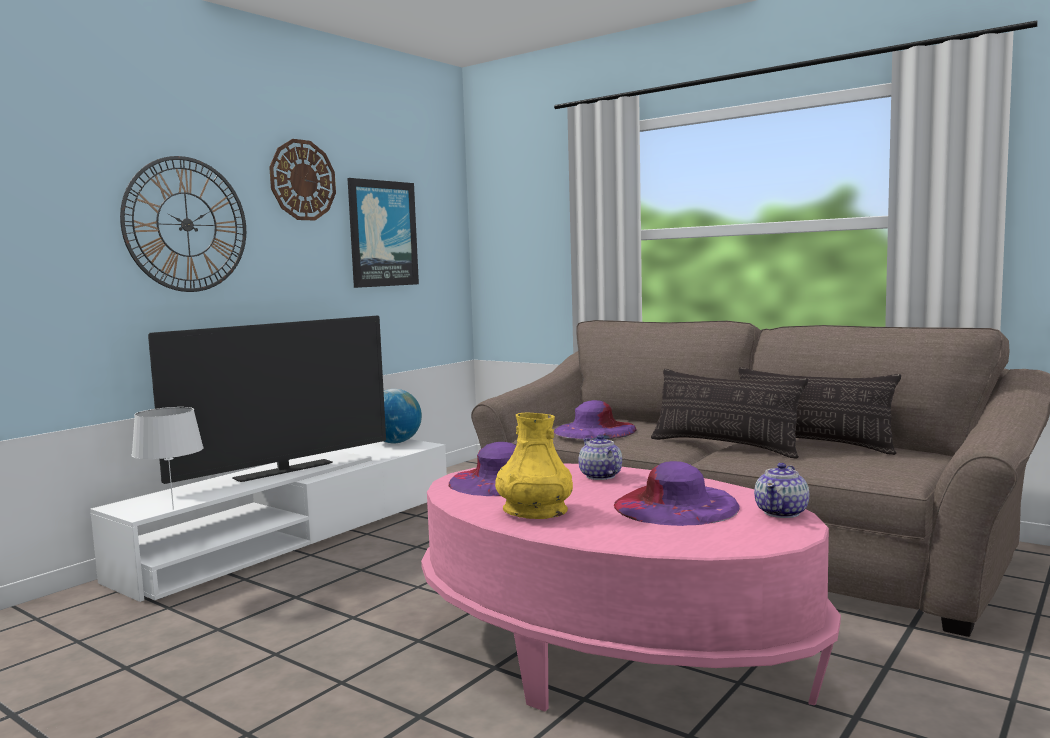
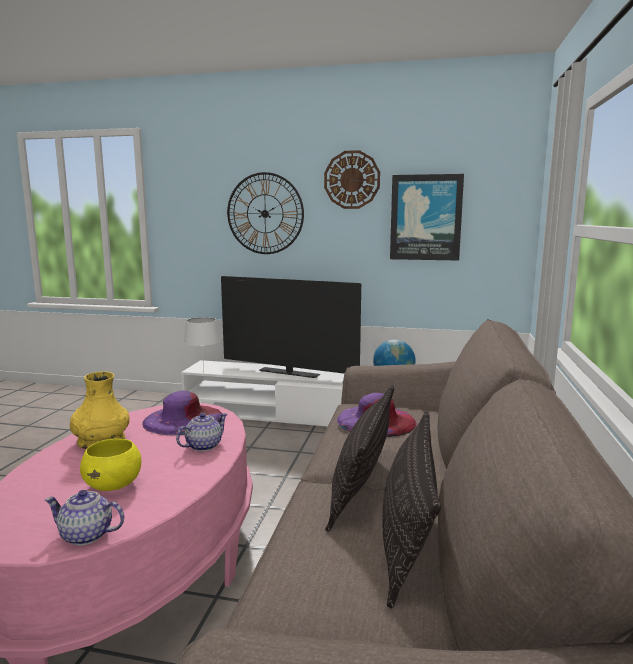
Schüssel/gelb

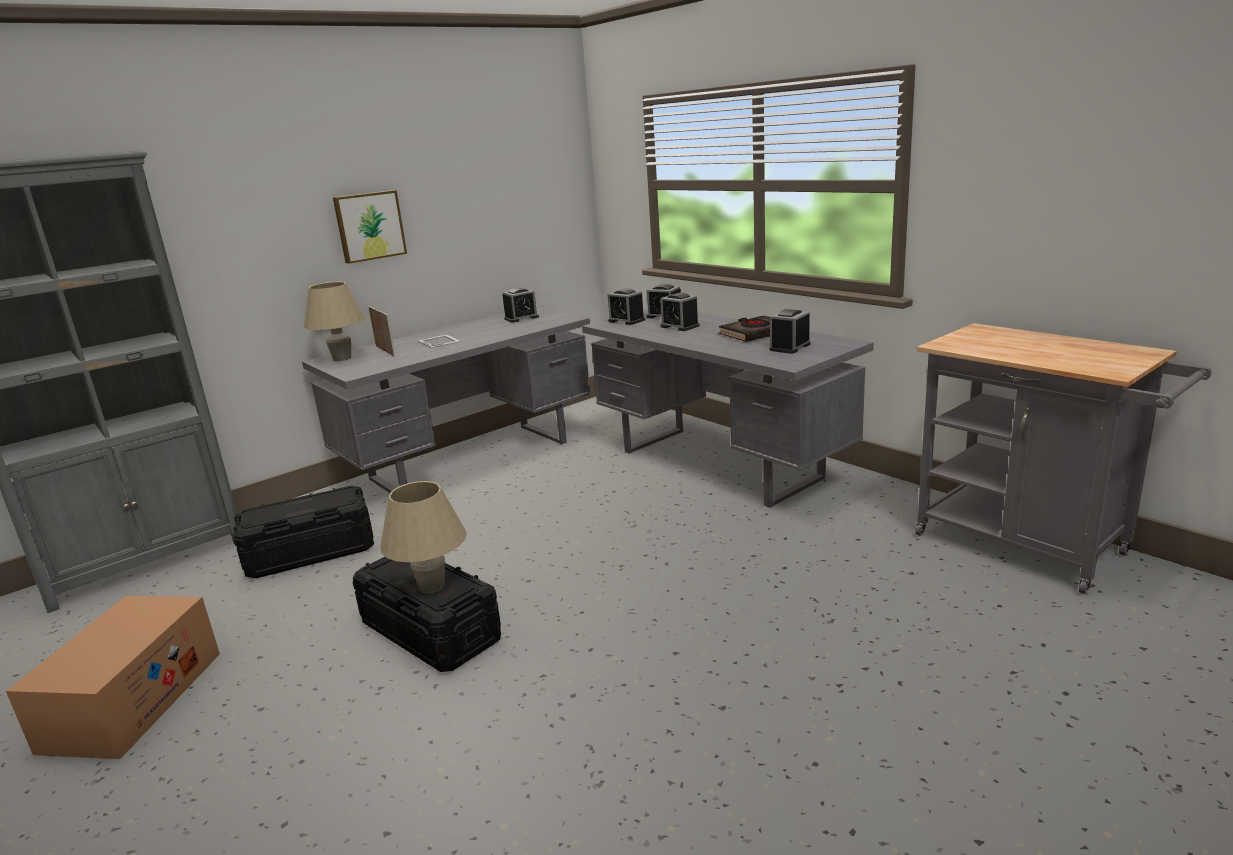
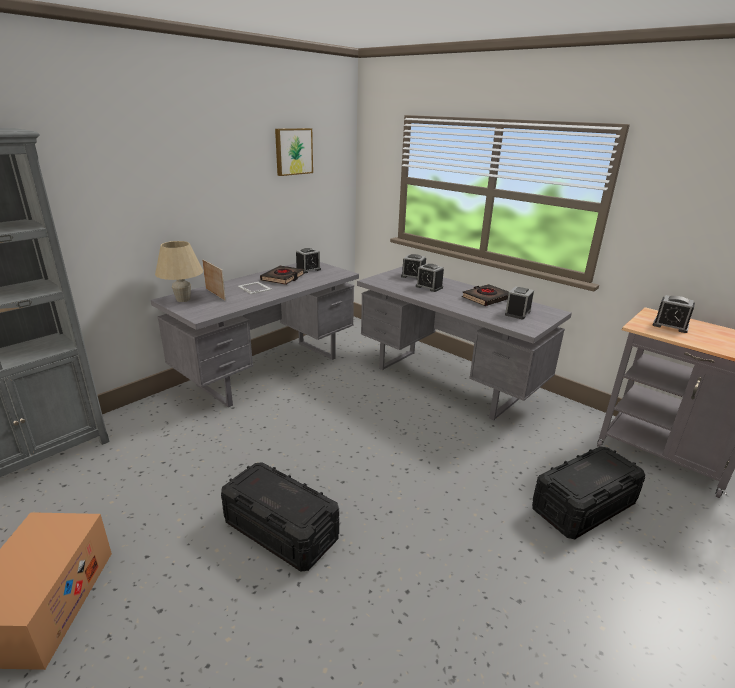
Aufbewahrungsbox/schwarz (2nd from left); Bild; Tischlampe/beige (2nd from left in the first image); Wecker (5th from left); Buch/schwarz (1st from left)

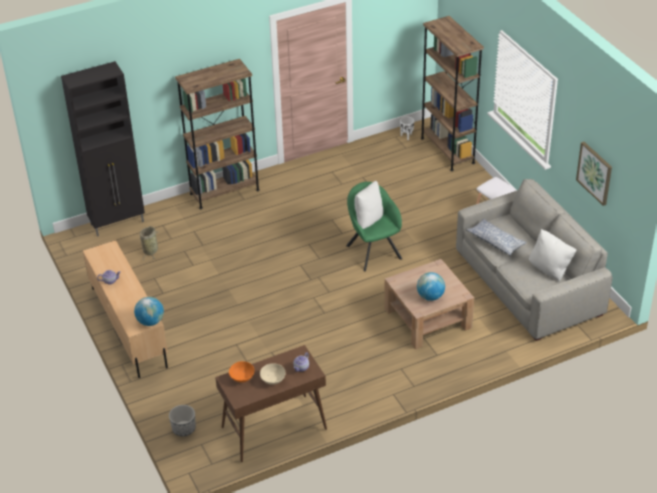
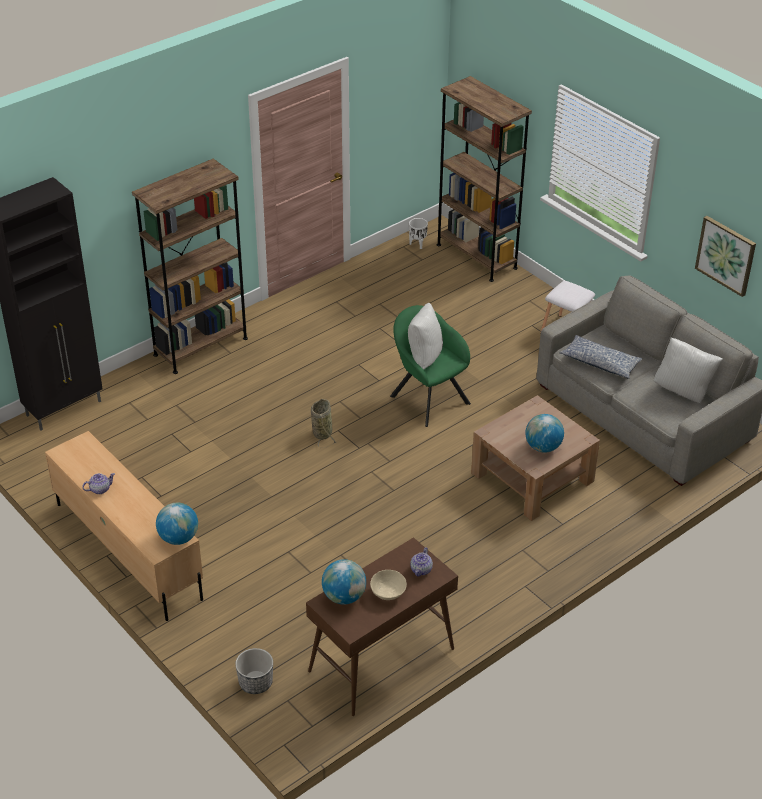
Korb; Globus (2nd from left)

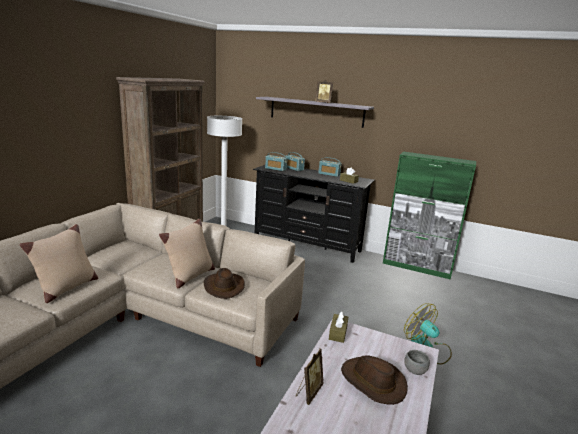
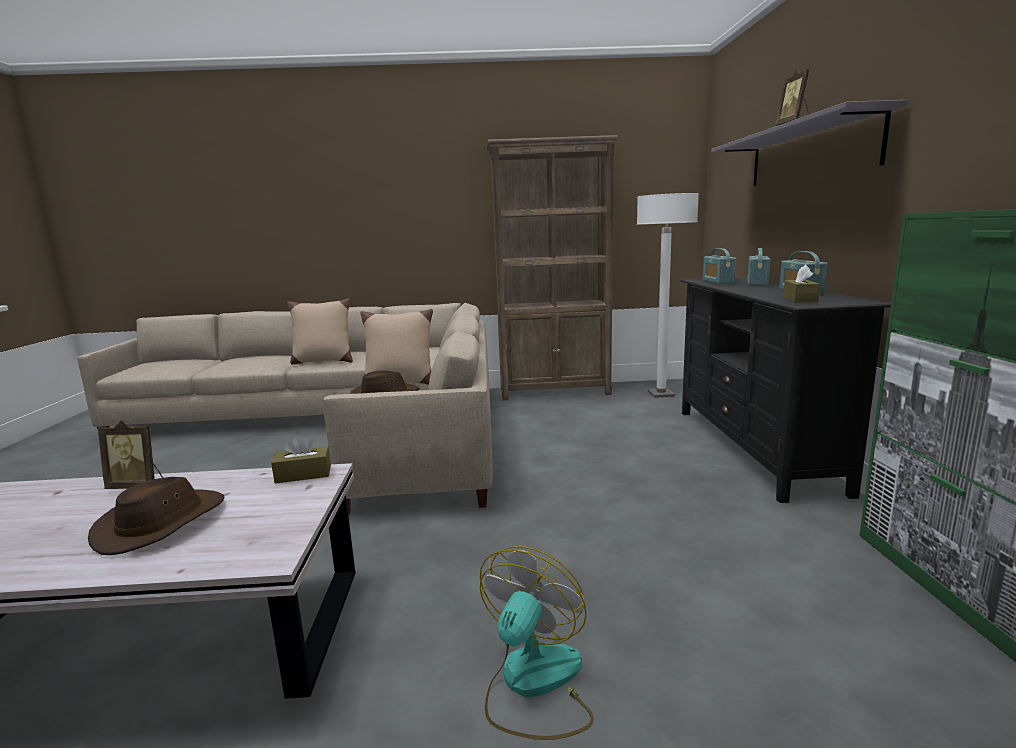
Schüssel/grau

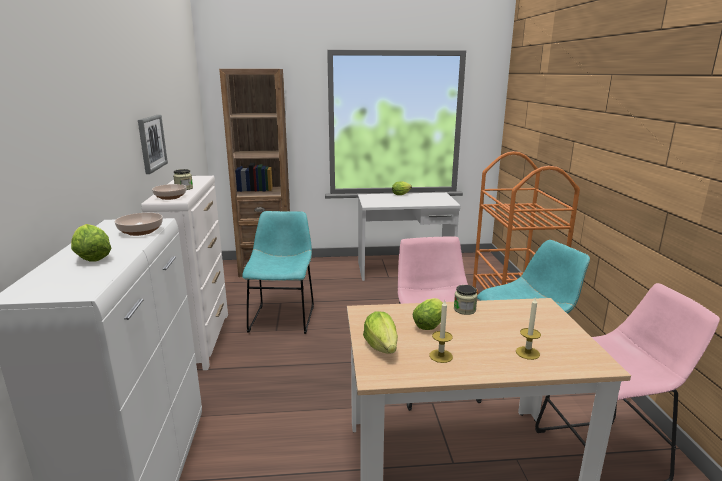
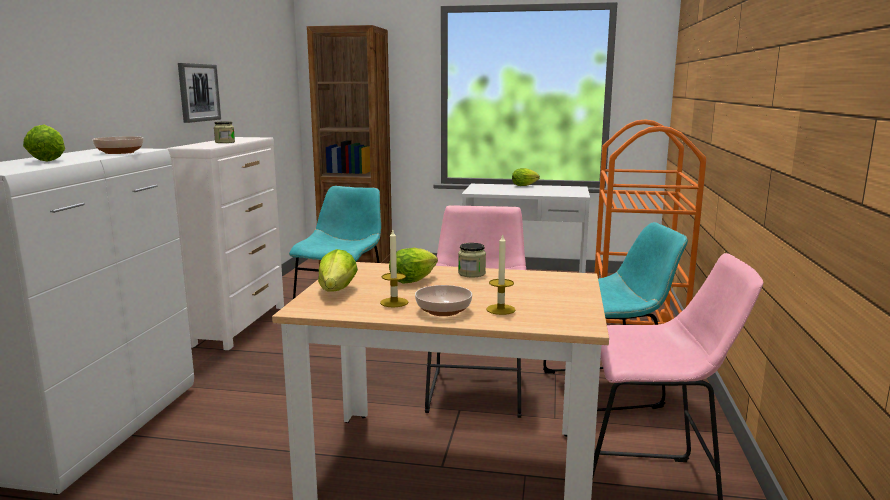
Schüssel (2nd from left)

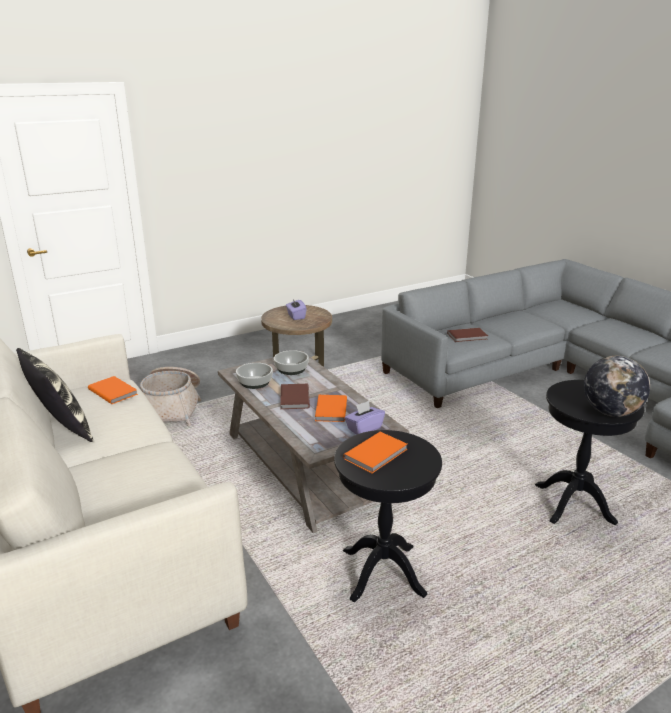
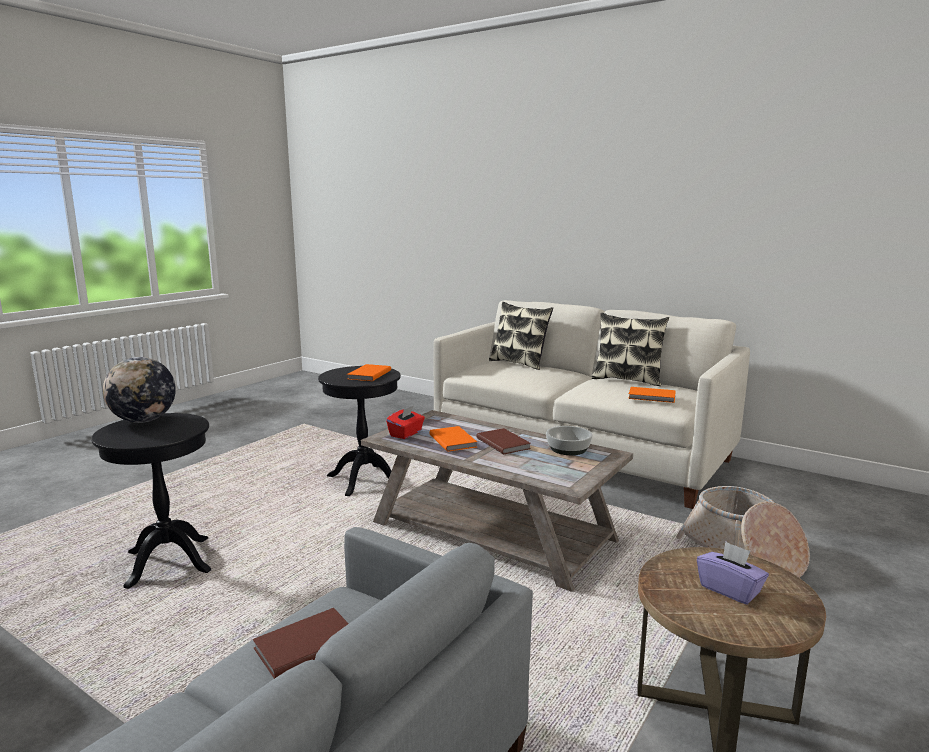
Schüssel (2nd from left in the first image); Taschentuchbox/rot; Kissen (1st from left)

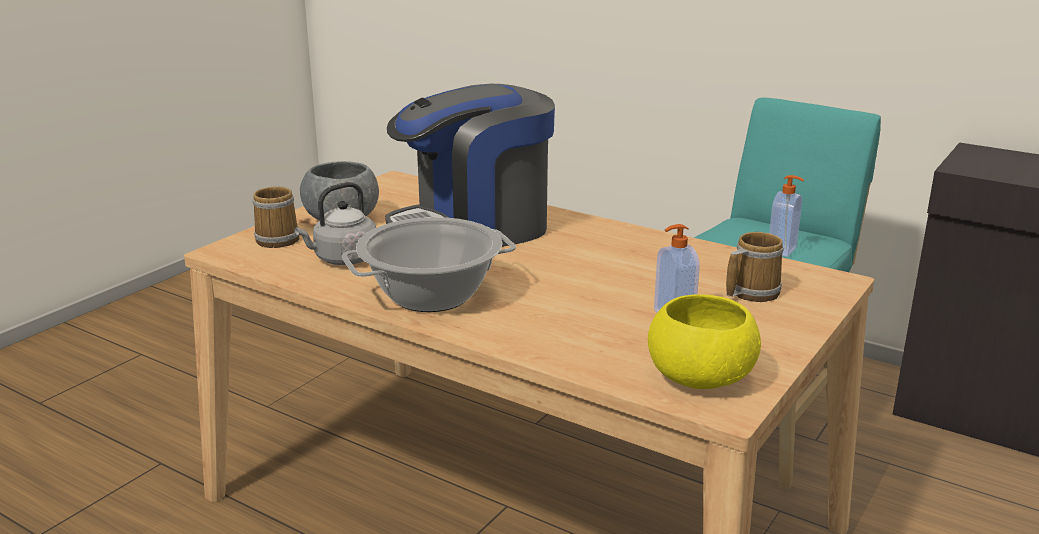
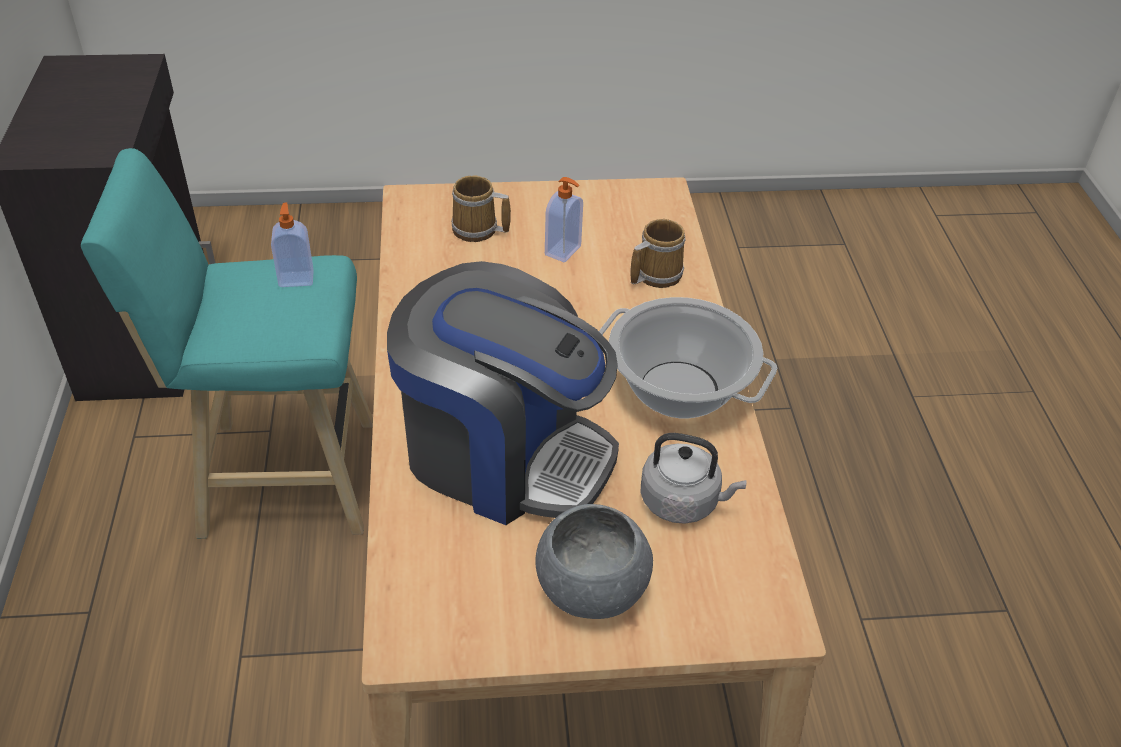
Henkelbecher (2nd from left); Schüssel/gelb

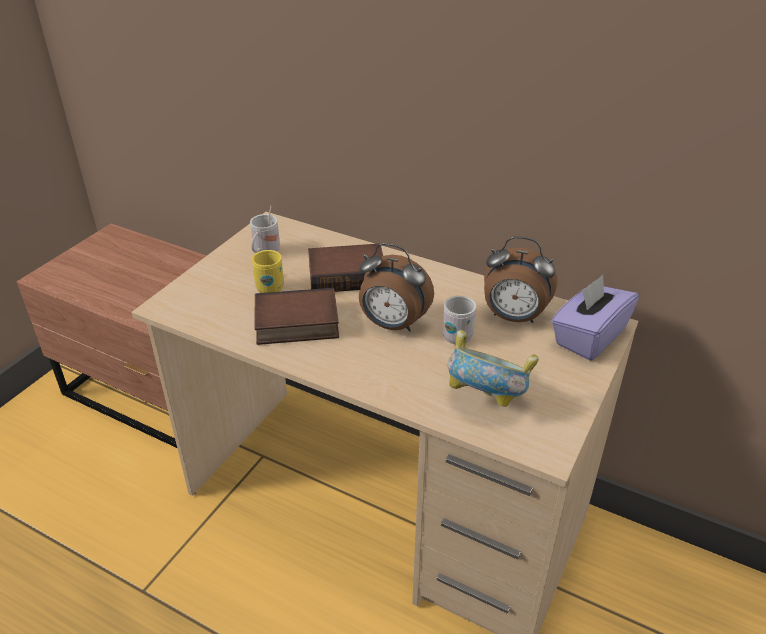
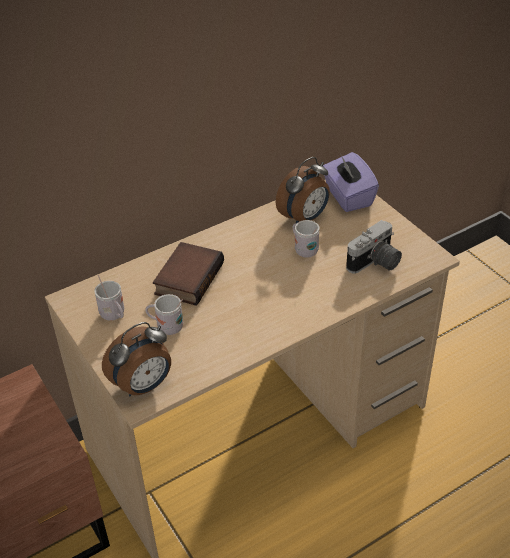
Henkelbecher/weiß (2nd from left); Buch (1st from left in the first image); Wecker (1st from left); Kamera

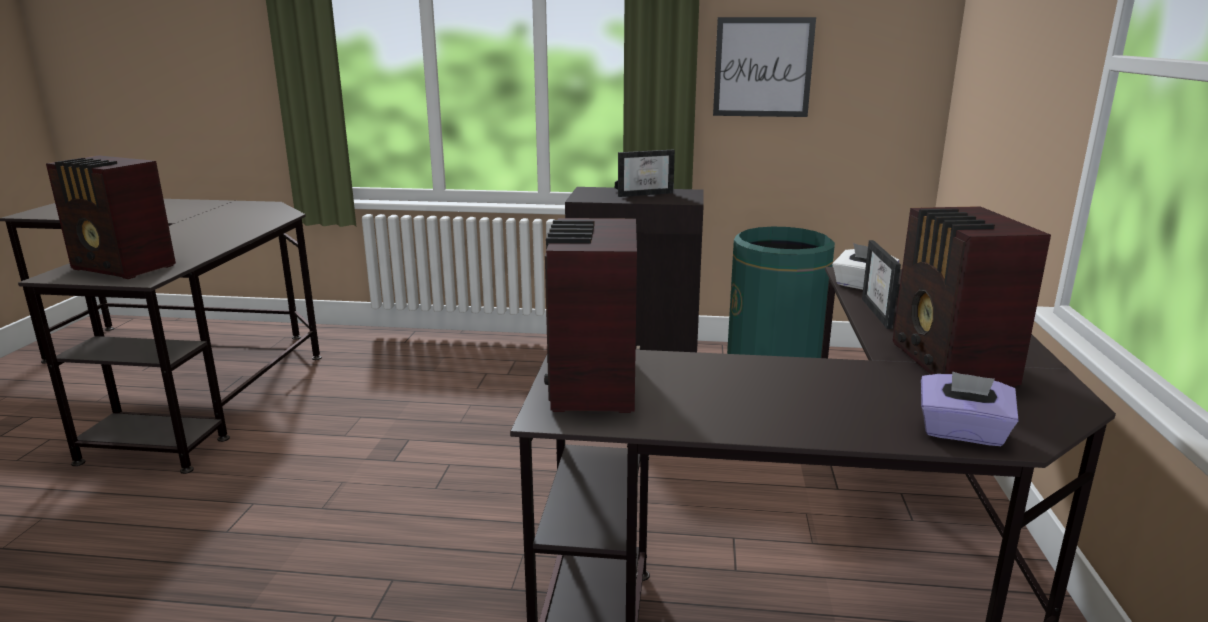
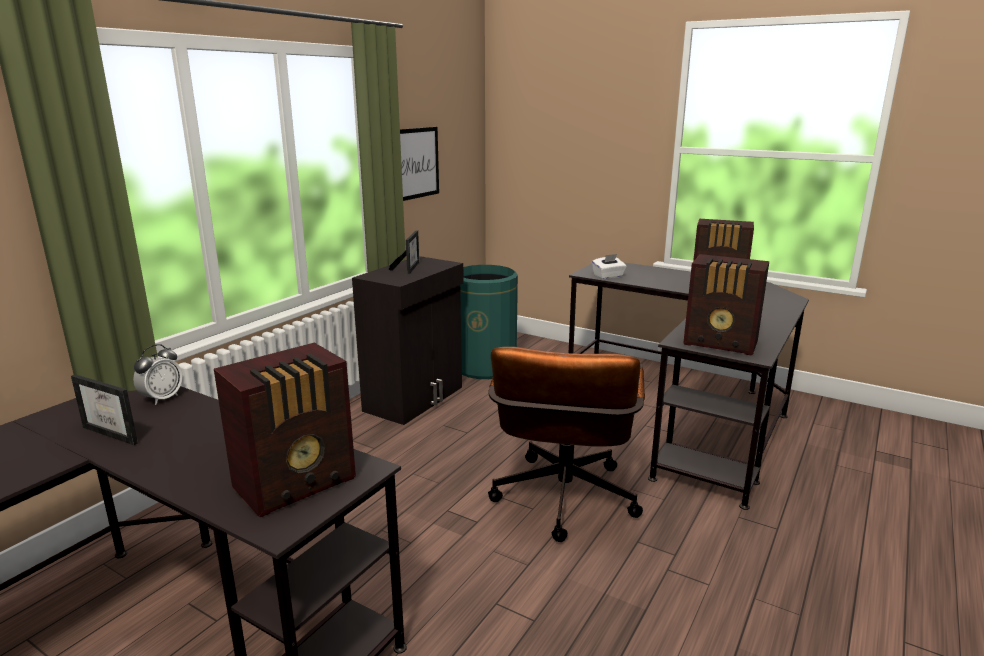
Bilderrahmen (1st from left); Taschentuchbox/lila; Wecker; Bürostuhl/braun

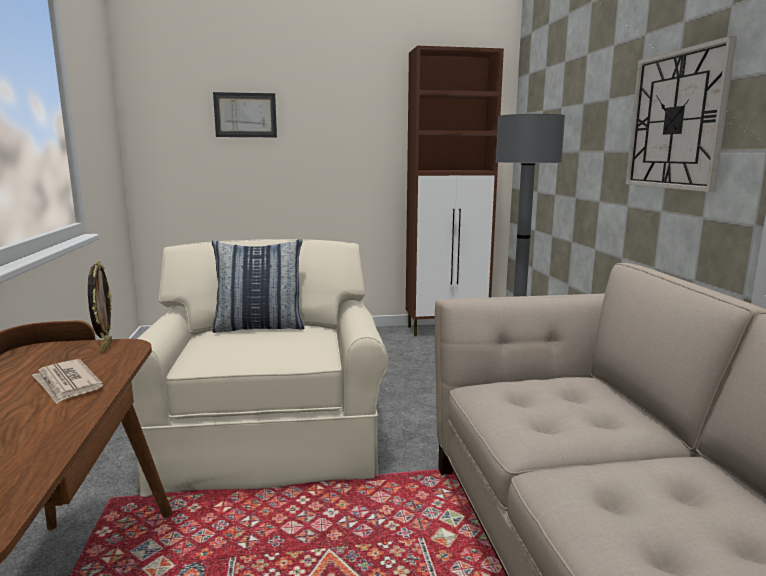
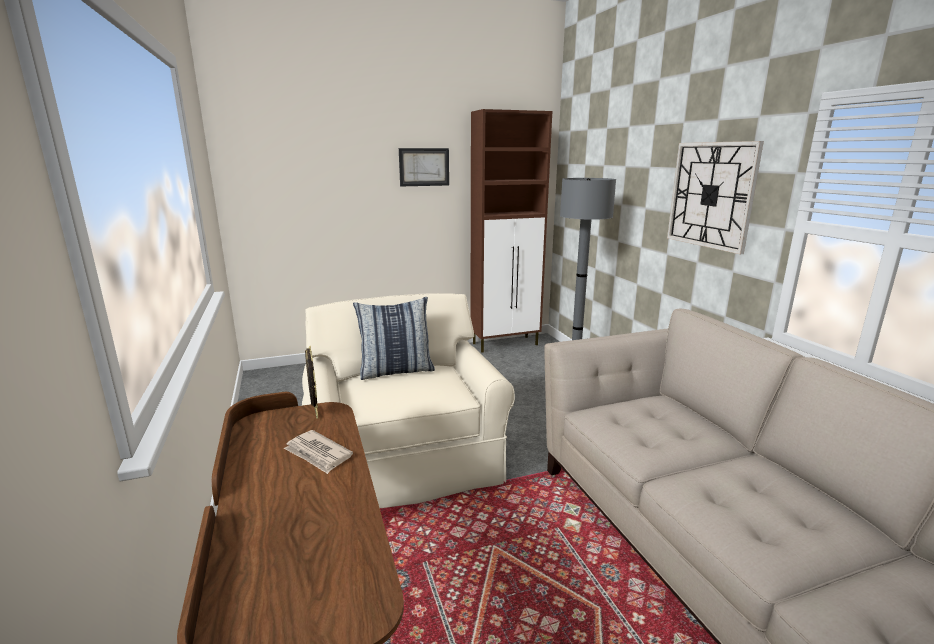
Bild

